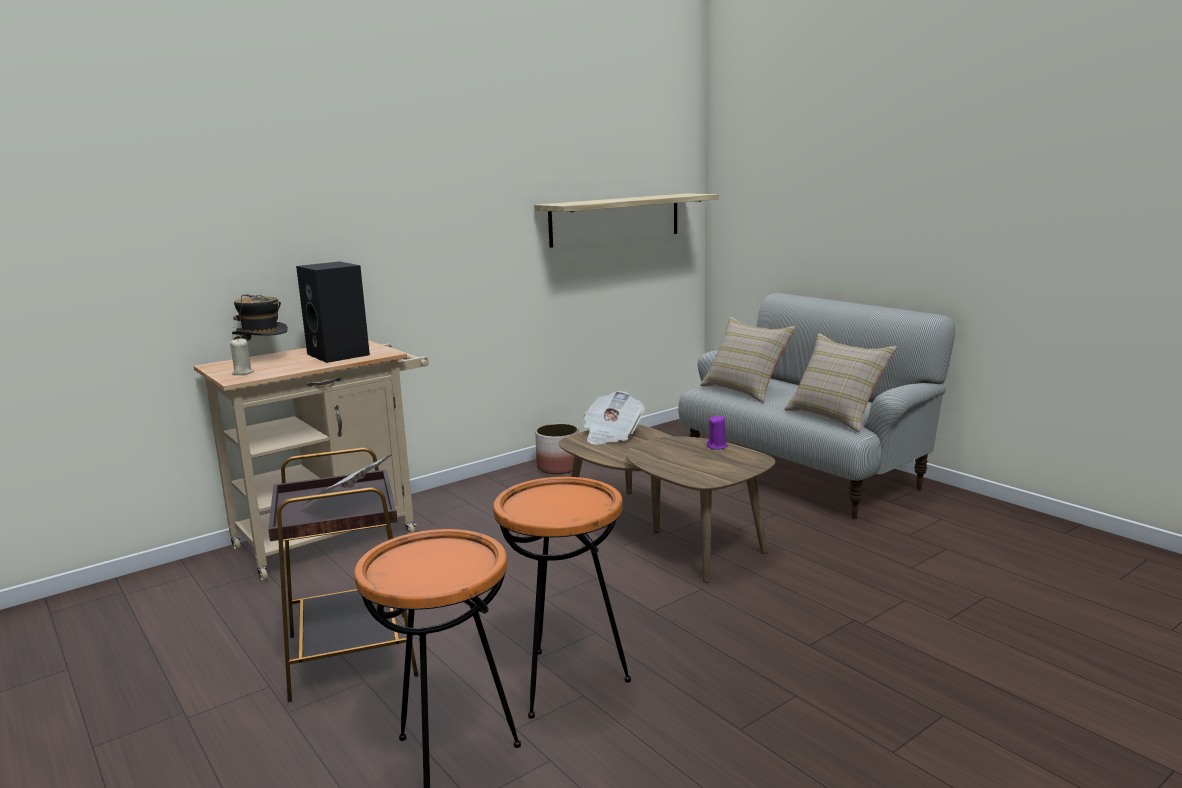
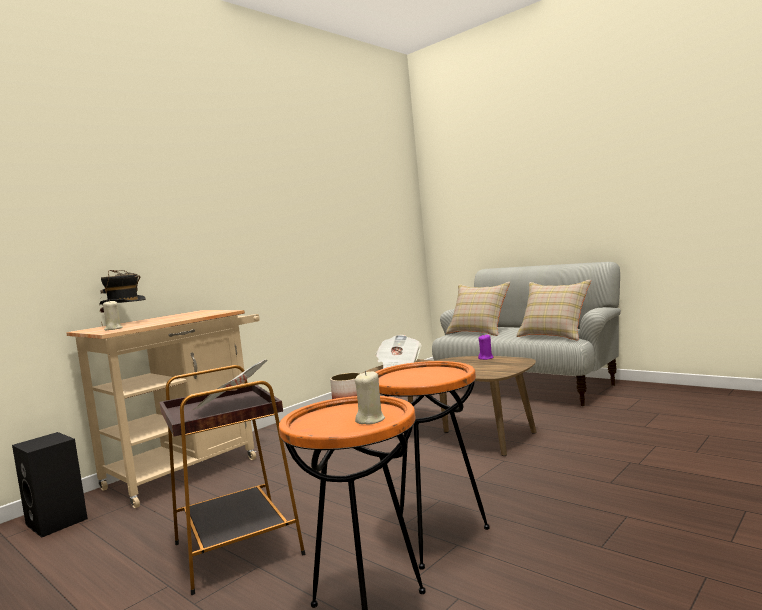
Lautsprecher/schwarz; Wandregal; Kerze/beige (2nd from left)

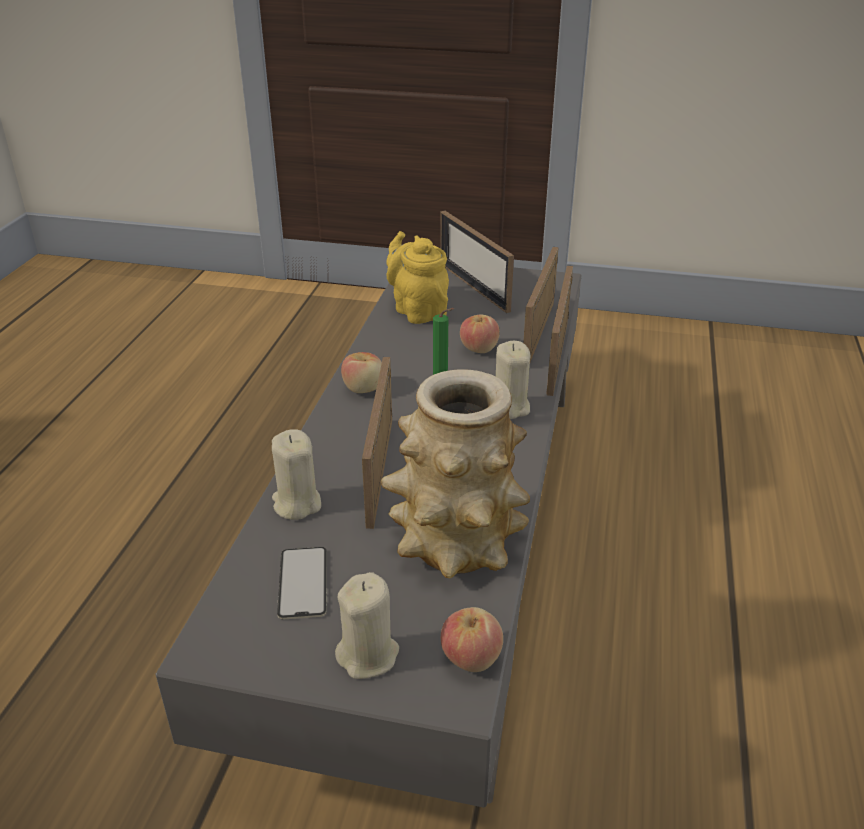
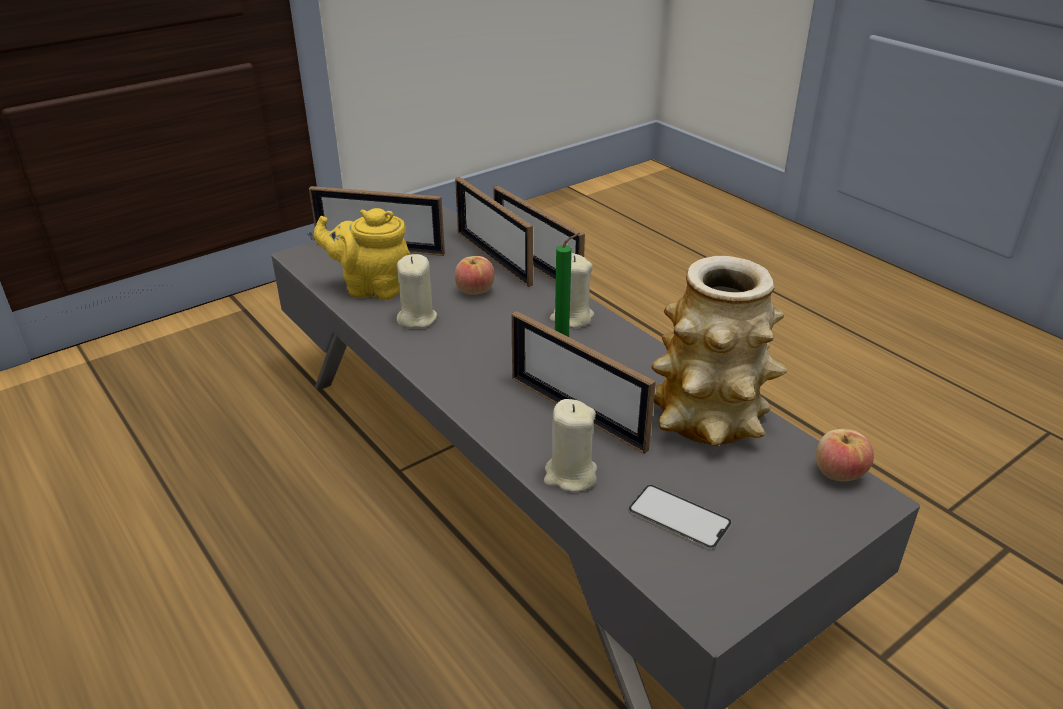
Kerze/beige (1st from left); Apfel (1st from left in the first image)

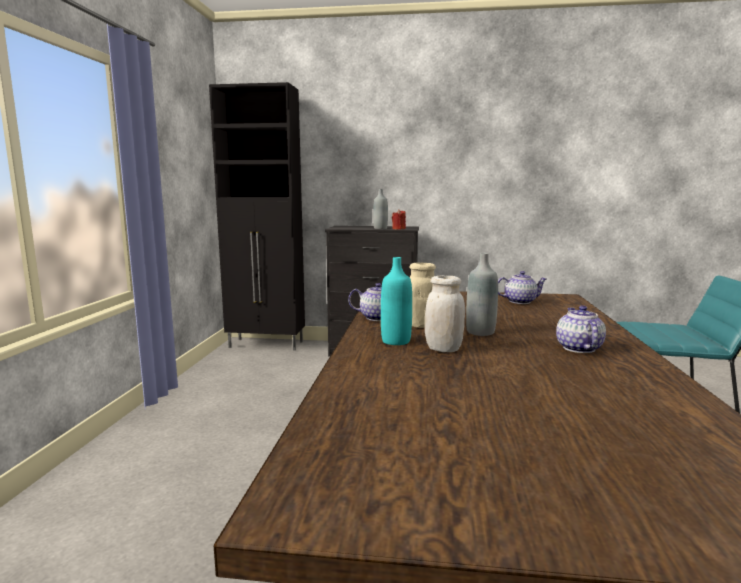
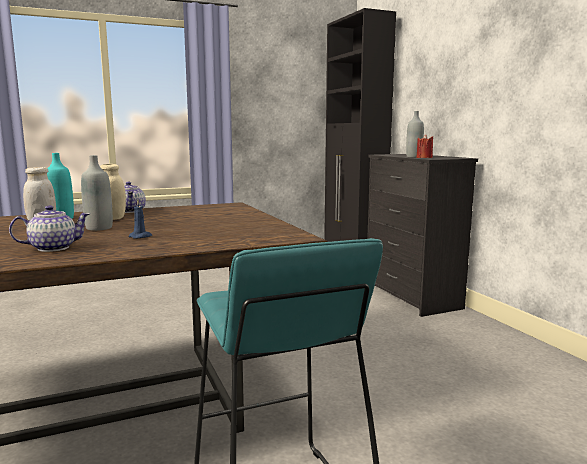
Teekanne (2nd from left in the first image); Kerze/blau

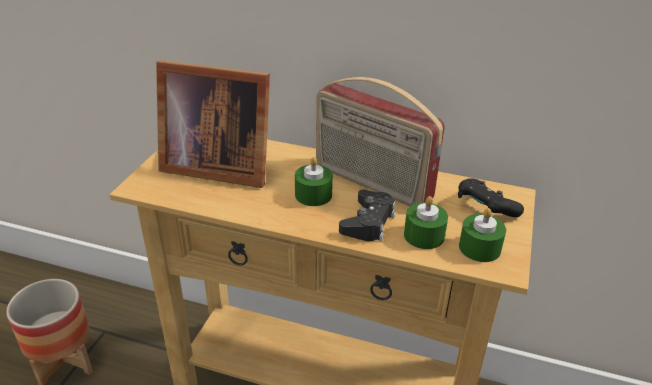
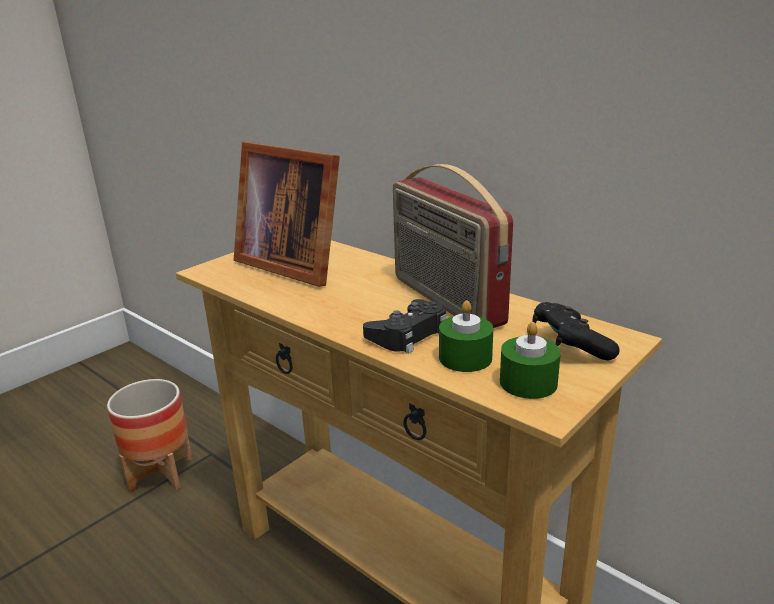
Kerze/grün (1st from left in the first image)

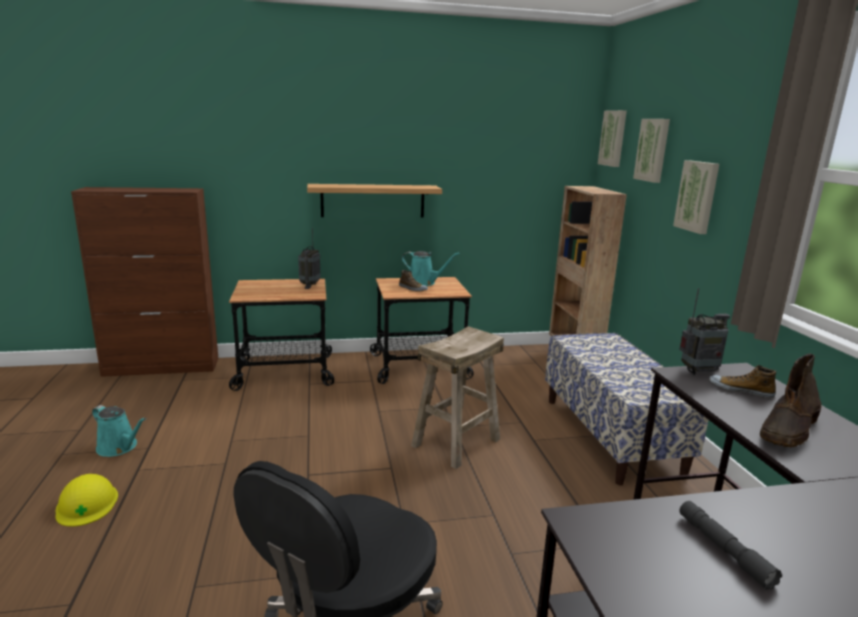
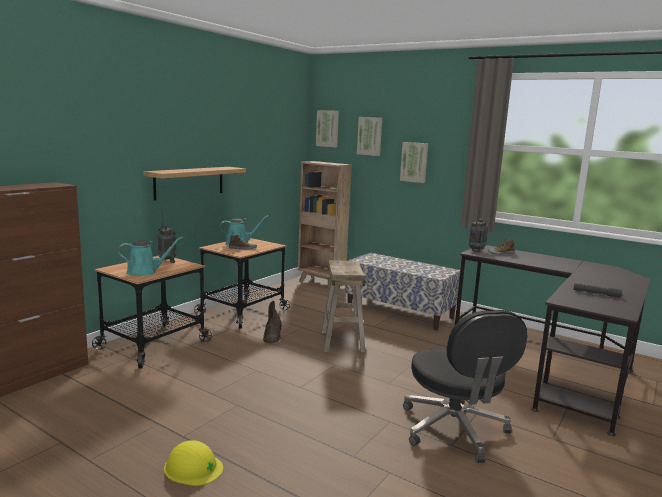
Gießkanne/türkis (1st from left); Stiefel/braun

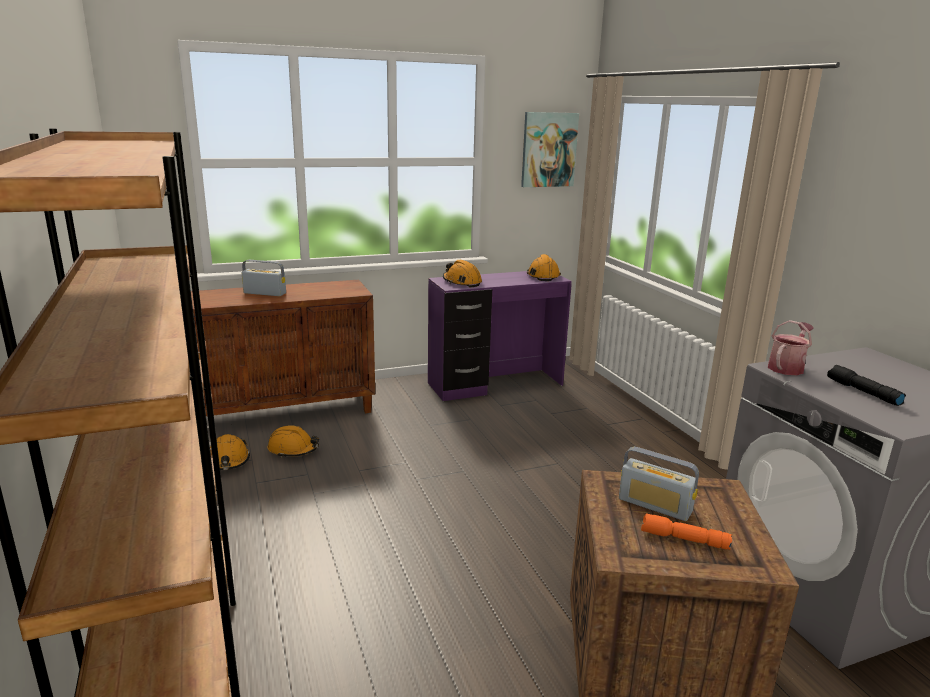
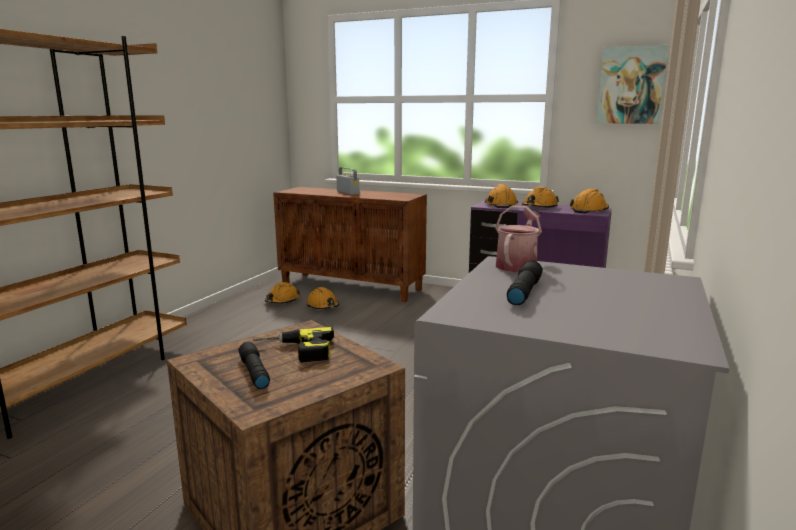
Bohrmaschine; Taschenlampe/schwarz (1st from left); Gießkanne; Schutzhelm/orange (4th from left)

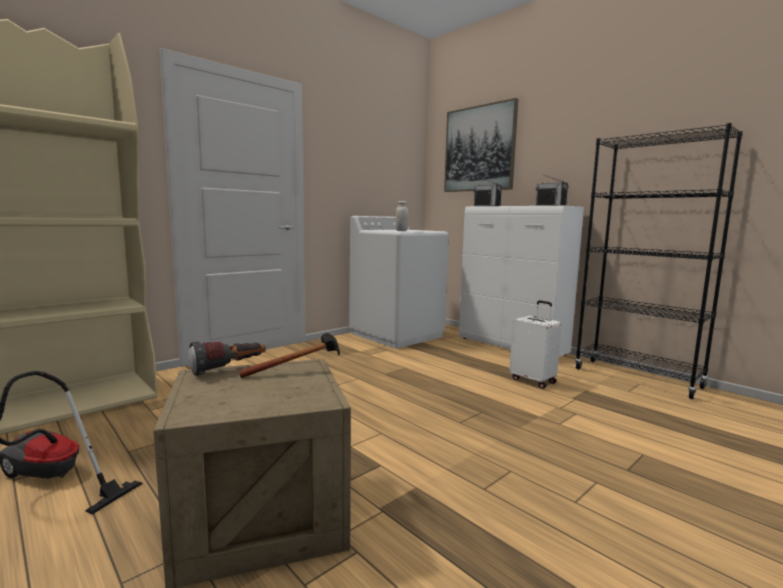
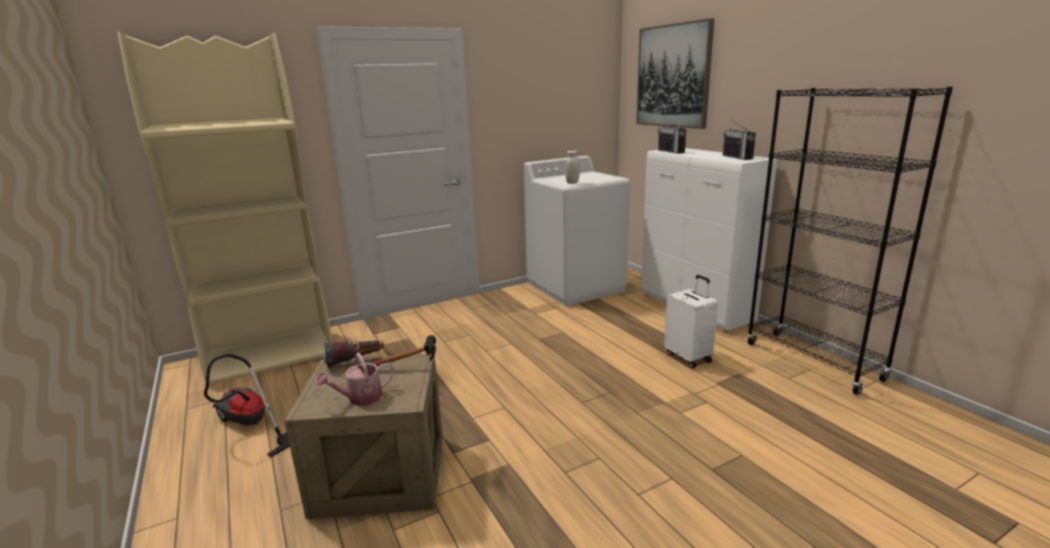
Gießkanne

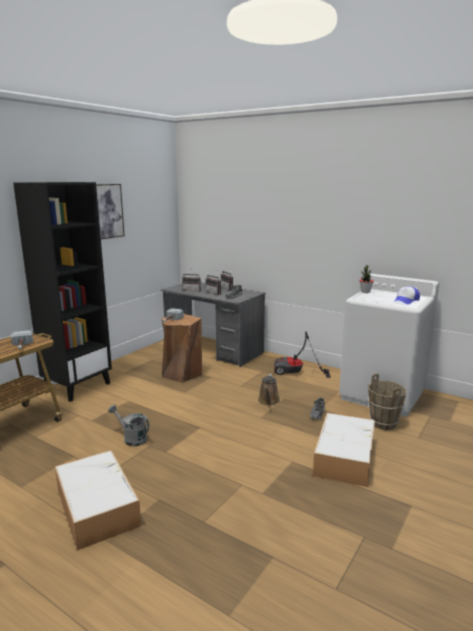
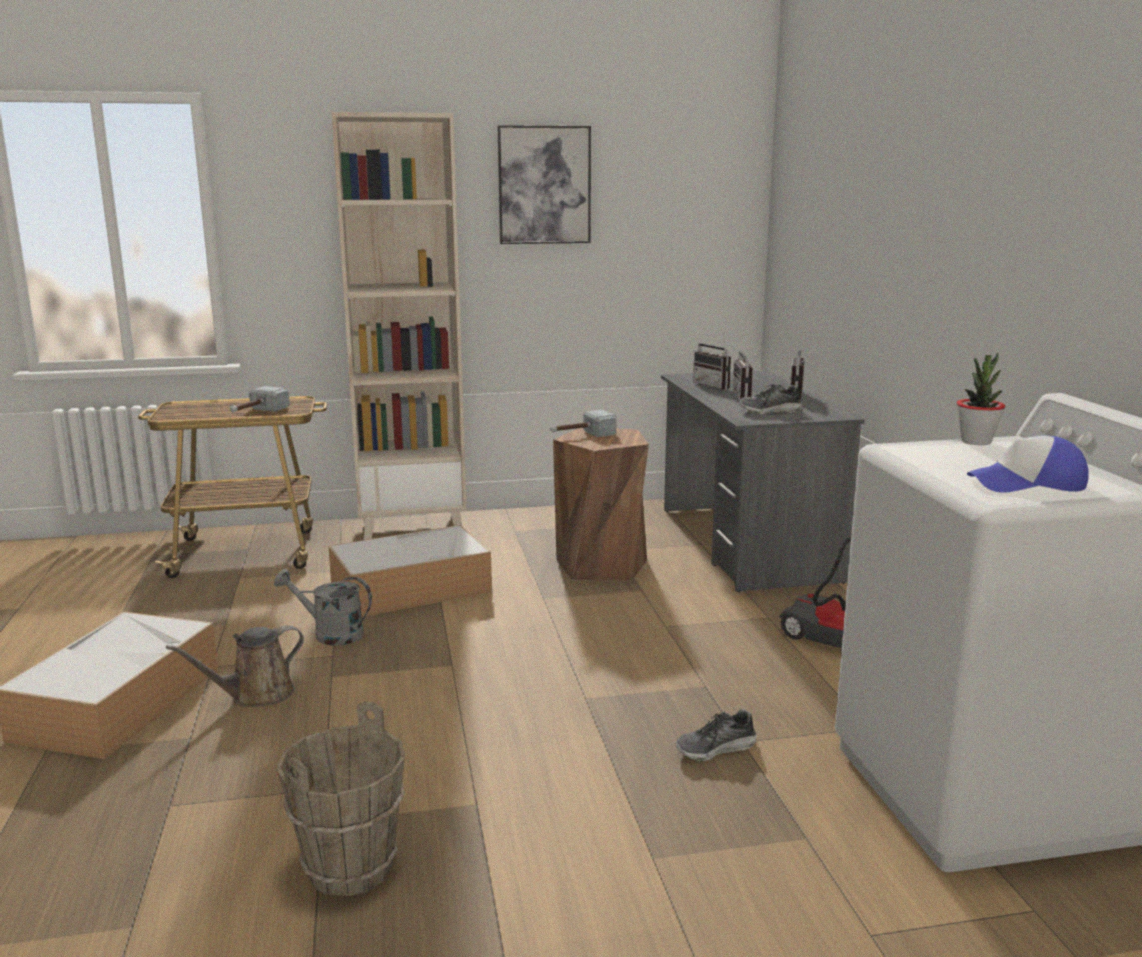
Bücherregal/beige; Gießkanne/grau; Gießkanne/braun; Aufbewahrungsbox (2nd from left); Eimer/braun

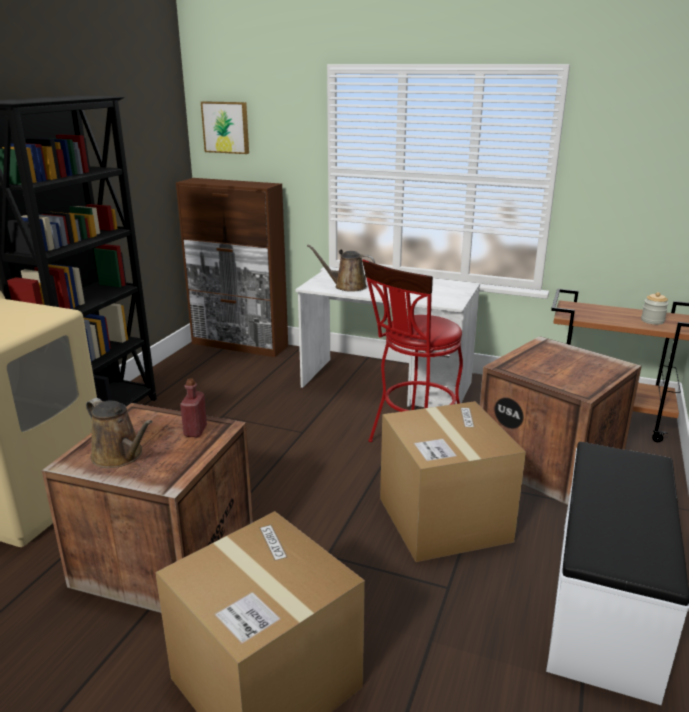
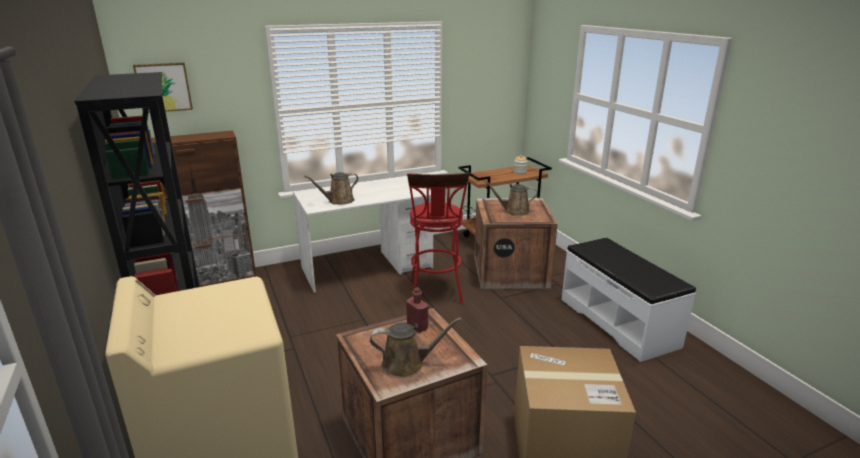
Karton (2nd from left in the first image); Gießkanne/braun (3rd from left)

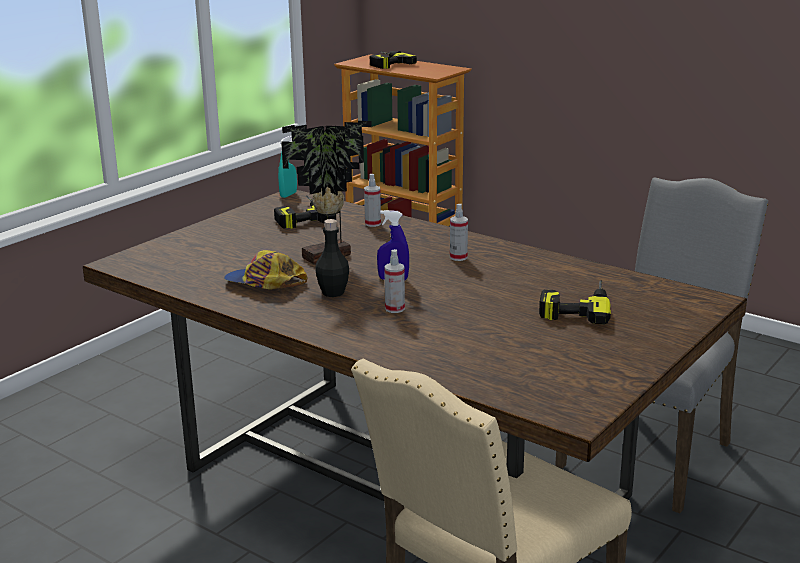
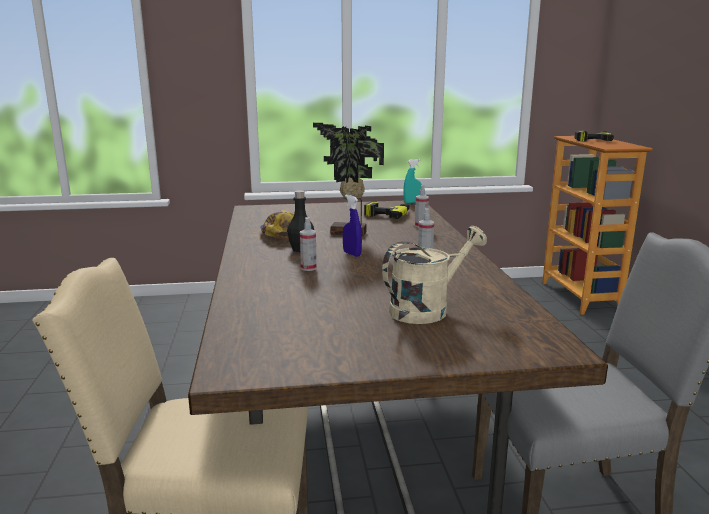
Gießkanne/beige

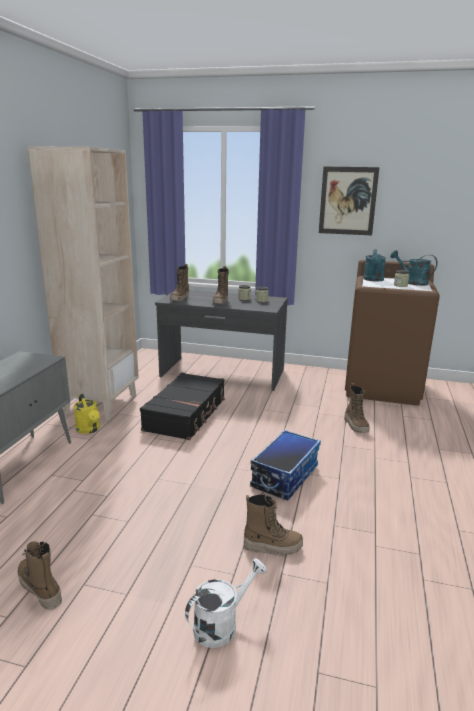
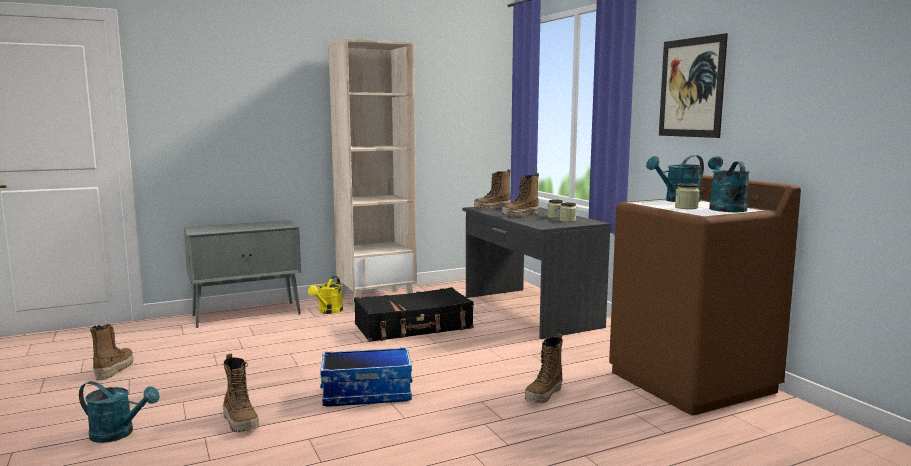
Gießkanne/türkis (1st from left)

